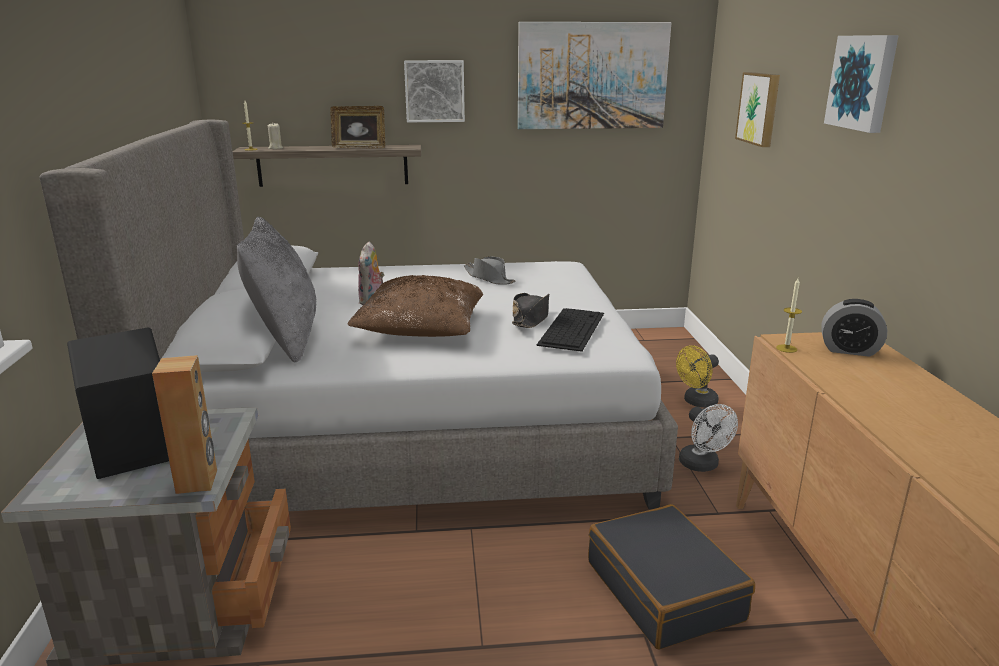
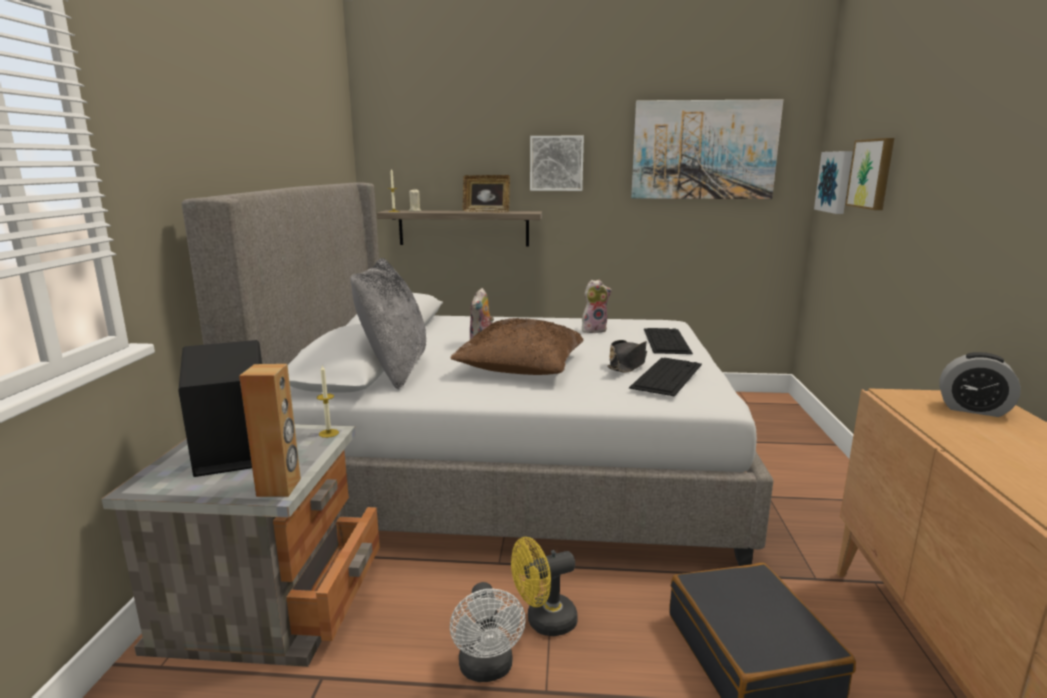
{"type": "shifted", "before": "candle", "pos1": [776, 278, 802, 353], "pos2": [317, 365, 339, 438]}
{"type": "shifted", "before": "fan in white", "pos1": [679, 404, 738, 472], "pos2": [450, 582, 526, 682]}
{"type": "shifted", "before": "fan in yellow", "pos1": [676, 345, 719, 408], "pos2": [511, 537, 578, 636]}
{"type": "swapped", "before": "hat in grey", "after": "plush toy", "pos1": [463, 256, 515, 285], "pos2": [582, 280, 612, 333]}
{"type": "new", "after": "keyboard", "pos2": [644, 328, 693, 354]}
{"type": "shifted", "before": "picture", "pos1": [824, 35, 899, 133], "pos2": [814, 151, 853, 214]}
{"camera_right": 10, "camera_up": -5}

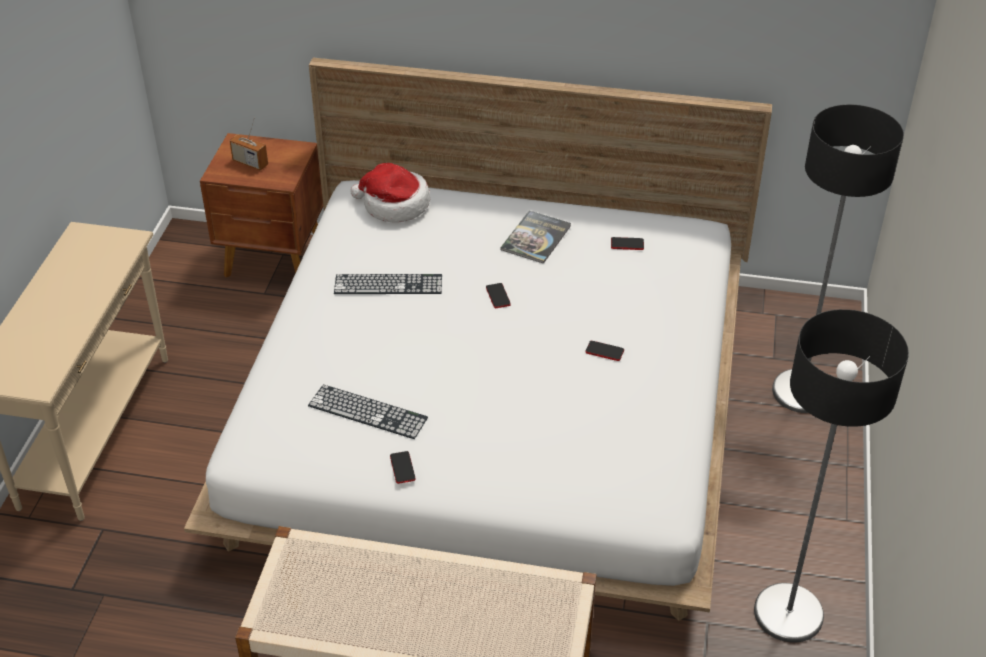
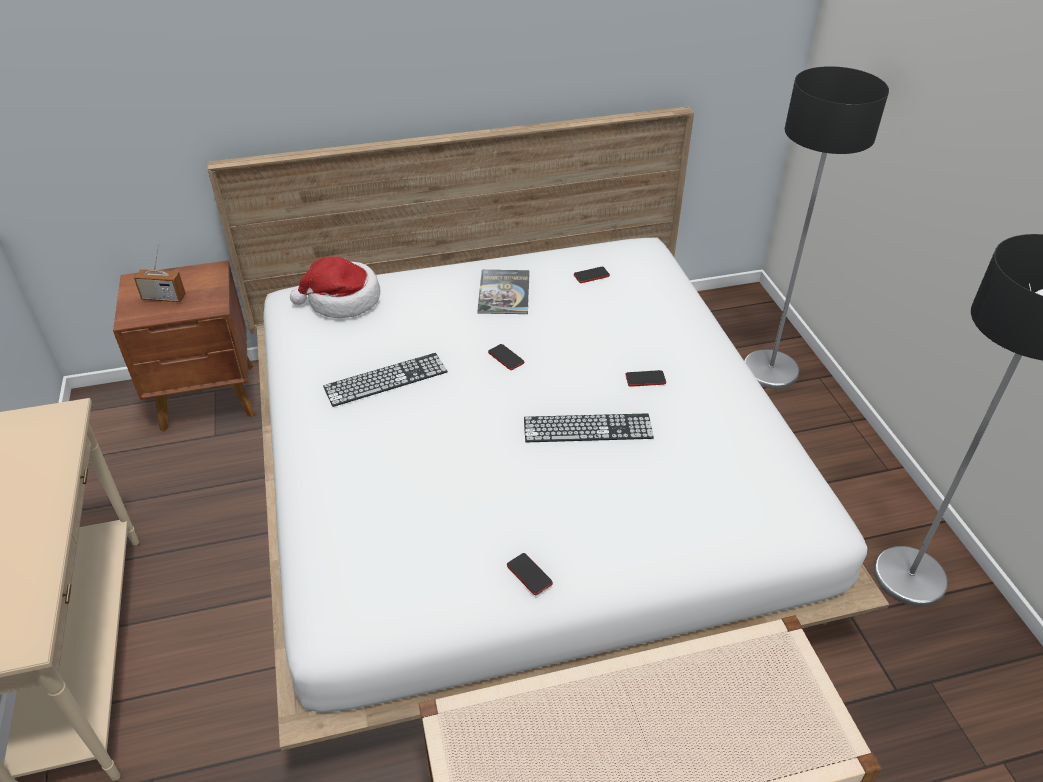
{"type": "shifted", "before": "keyboard", "pos1": [308, 385, 428, 439], "pos2": [524, 414, 654, 442]}
{"camera_right": -25, "camera_up": 0}

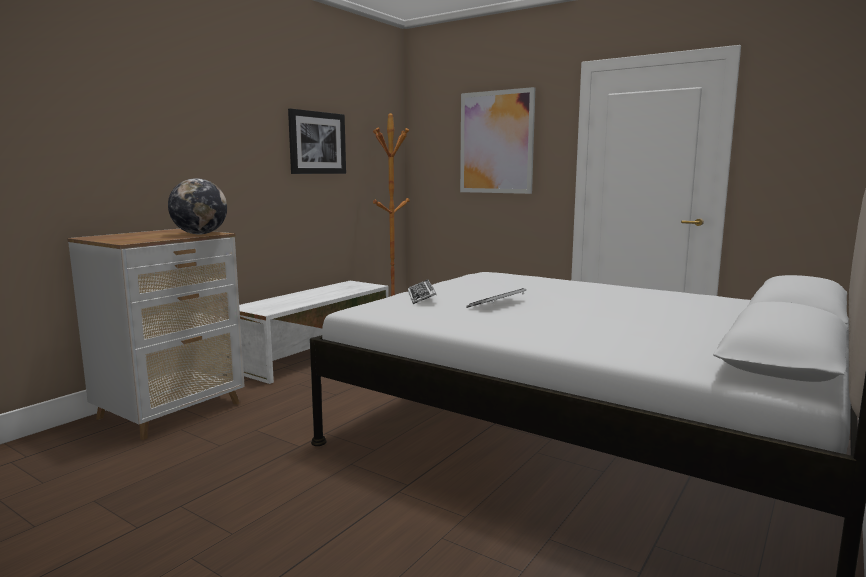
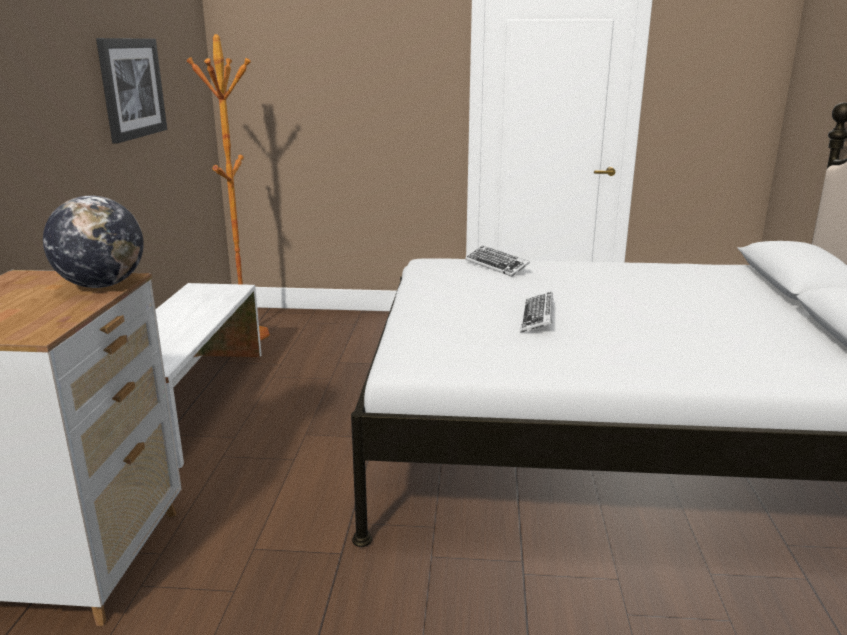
{"type": "shifted", "before": "keyboard", "pos1": [408, 279, 437, 304], "pos2": [465, 246, 530, 277]}
{"type": "gone", "before": "picture", "pos1": [460, 87, 535, 194]}
{"camera_right": -30, "camera_up": 10}

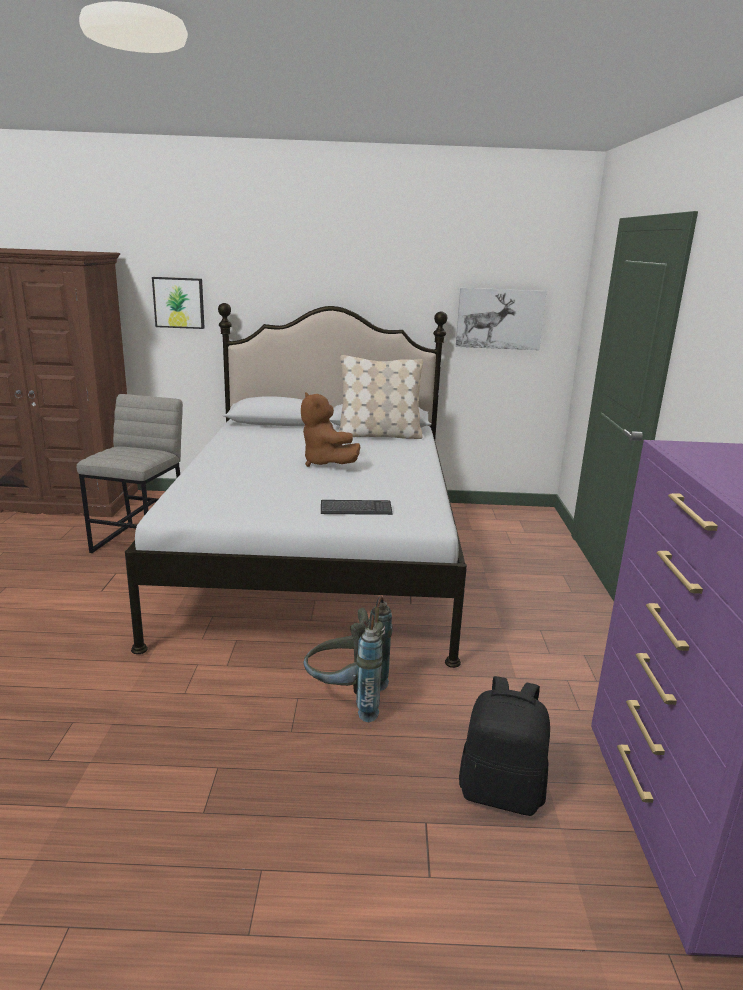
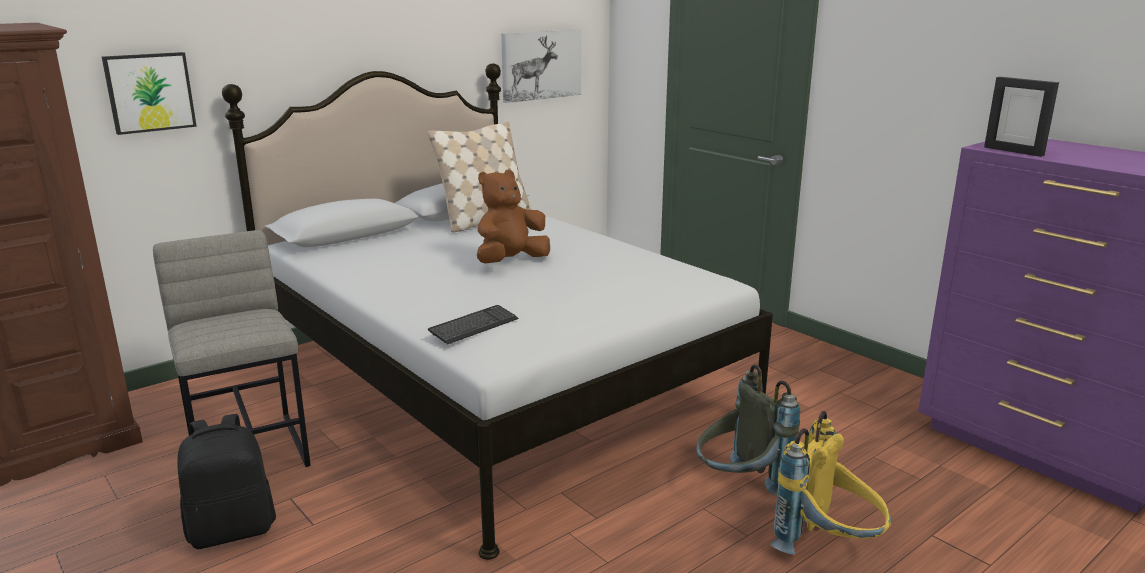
{"type": "shifted", "before": "backpack in black", "pos1": [459, 676, 550, 816], "pos2": [177, 414, 276, 549]}
{"type": "shifted", "before": "keyboard", "pos1": [321, 500, 392, 515], "pos2": [428, 305, 518, 344]}
{"type": "rotated", "before": "plush toy in brown", "pos1": [301, 392, 361, 467], "pos2": [477, 170, 550, 263], "turn": 120}
{"type": "new", "after": "backpack in yellow", "pos2": [770, 411, 891, 554]}
{"type": "new", "after": "picture frame", "pos2": [984, 77, 1059, 157]}
{"camera_right": -40, "camera_up": 0}

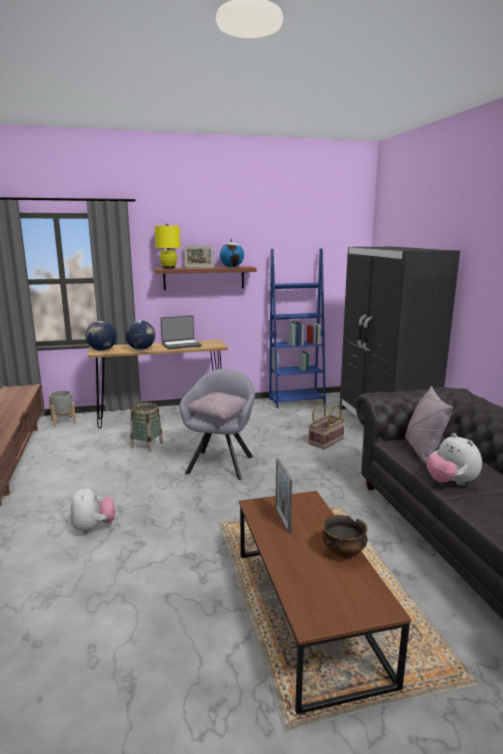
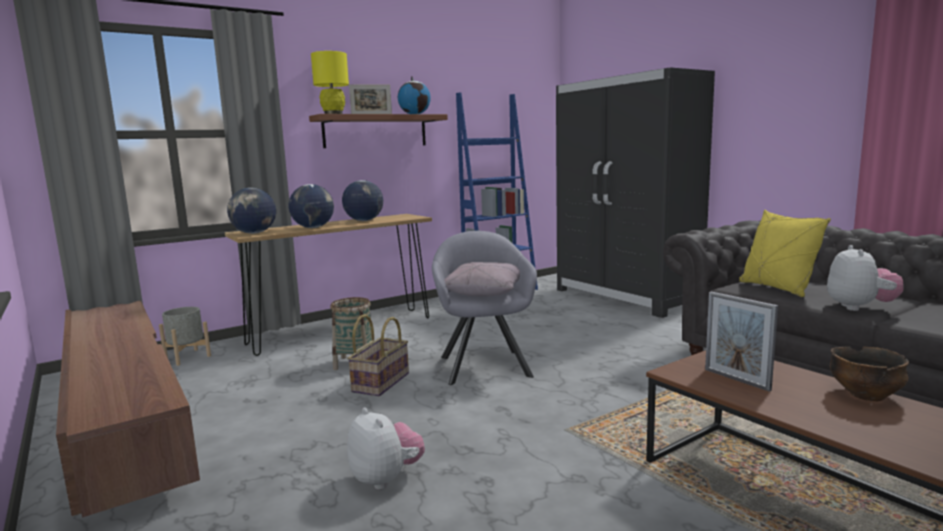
{"type": "swapped", "before": "laptop", "after": "globe", "pos1": [160, 315, 202, 350], "pos2": [342, 180, 383, 221]}
{"type": "shifted", "before": "basket", "pos1": [309, 400, 345, 449], "pos2": [347, 314, 409, 396]}
{"type": "repainted", "before": "pillow in purple", "after": "pillow in yellow", "pos1": [405, 386, 453, 464], "pos2": [739, 210, 831, 297]}
{"type": "rotated", "before": "plush toy", "pos1": [426, 433, 482, 486], "pos2": [827, 245, 904, 311], "turn": -120}
{"camera_right": -20, "camera_up": -5}

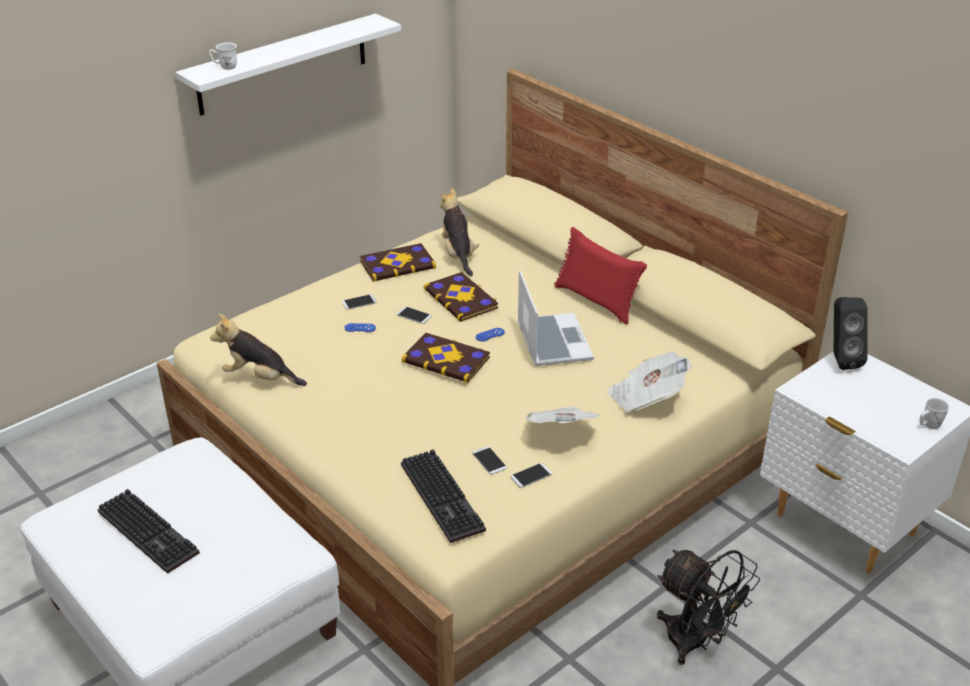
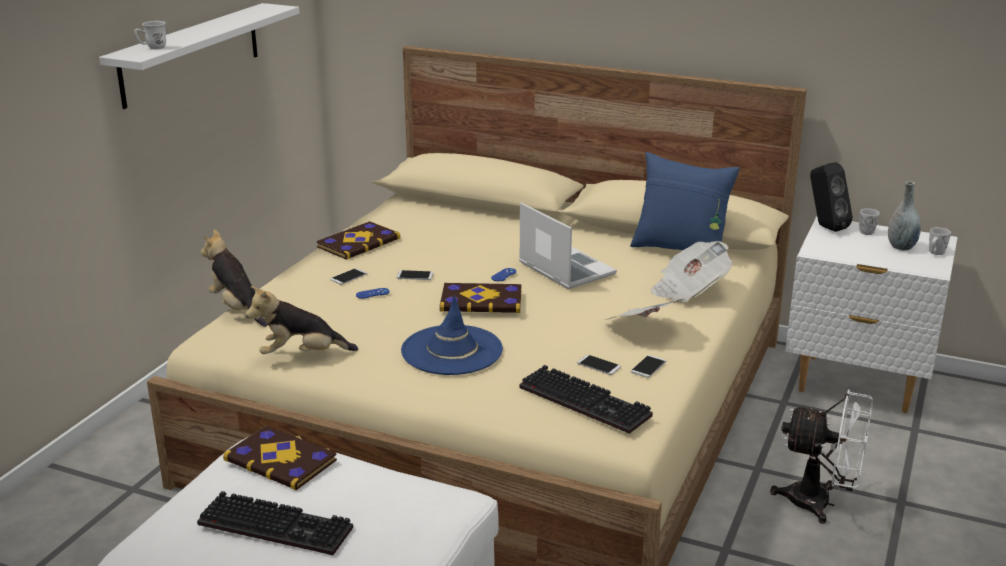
{"type": "shifted", "before": "plush toy", "pos1": [440, 188, 479, 276], "pos2": [201, 229, 268, 327]}
{"type": "shifted", "before": "book", "pos1": [424, 272, 498, 322], "pos2": [223, 426, 337, 490]}
{"type": "new", "after": "hat in blue", "pos2": [401, 295, 503, 375]}
{"type": "new", "after": "pillow in blue", "pos2": [630, 152, 739, 250]}
{"type": "repainted", "before": "fan in black", "after": "fan in white", "pos1": [657, 550, 760, 665], "pos2": [770, 390, 873, 524]}
{"type": "new", "after": "mug in white", "pos2": [859, 208, 880, 235]}
{"type": "new", "after": "vase in grey", "pos2": [888, 181, 921, 251]}
{"type": "gone", "before": "pillow in red", "pos1": [554, 227, 647, 324]}
{"camera_right": -25, "camera_up": -10}

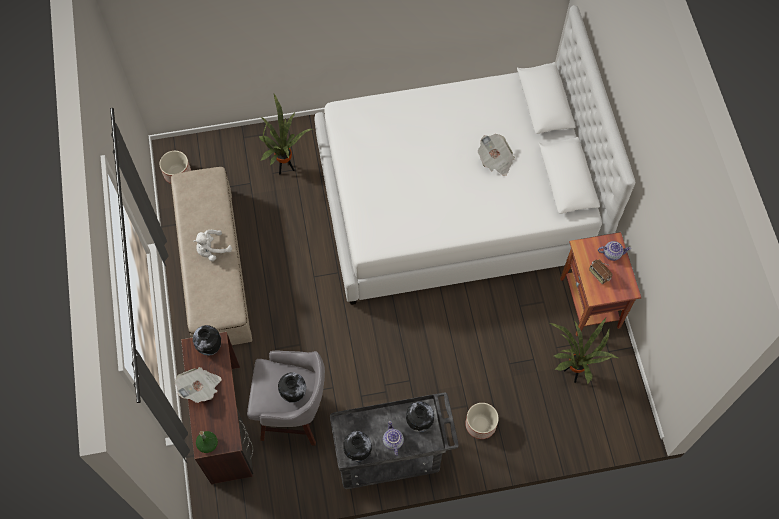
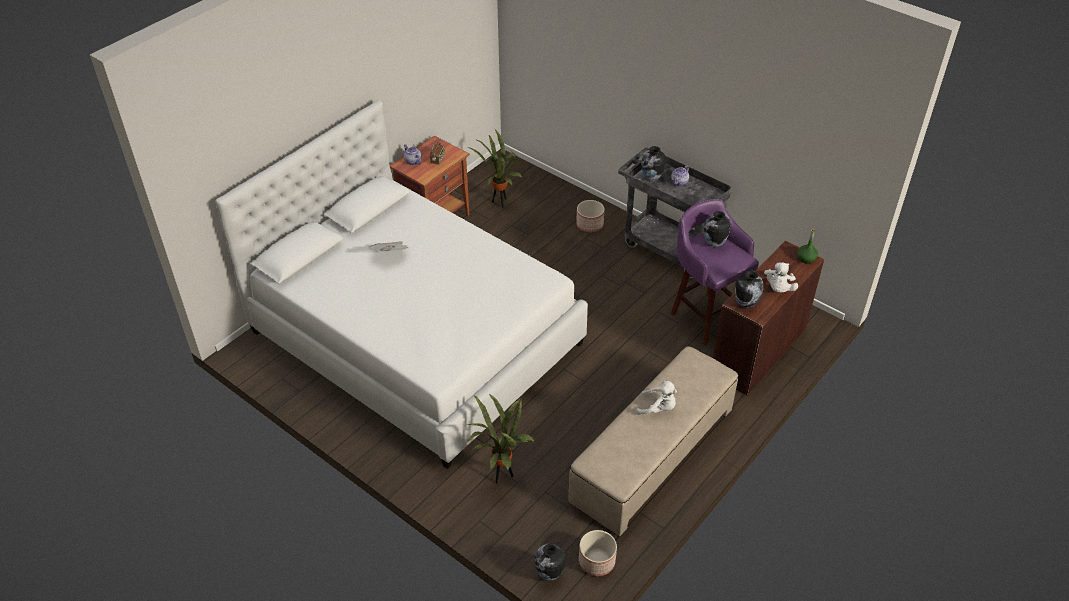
{"type": "shifted", "before": "vase", "pos1": [343, 431, 372, 462], "pos2": [535, 543, 565, 581]}
{"type": "repainted", "before": "stool in grey", "after": "stool in purple", "pos1": [247, 350, 325, 446], "pos2": [671, 199, 759, 345]}
{"type": "swapped", "before": "newspaper", "after": "plush toy in white", "pos1": [175, 367, 222, 403], "pos2": [764, 262, 798, 293]}
{"camera_right": -130, "camera_up": -20}

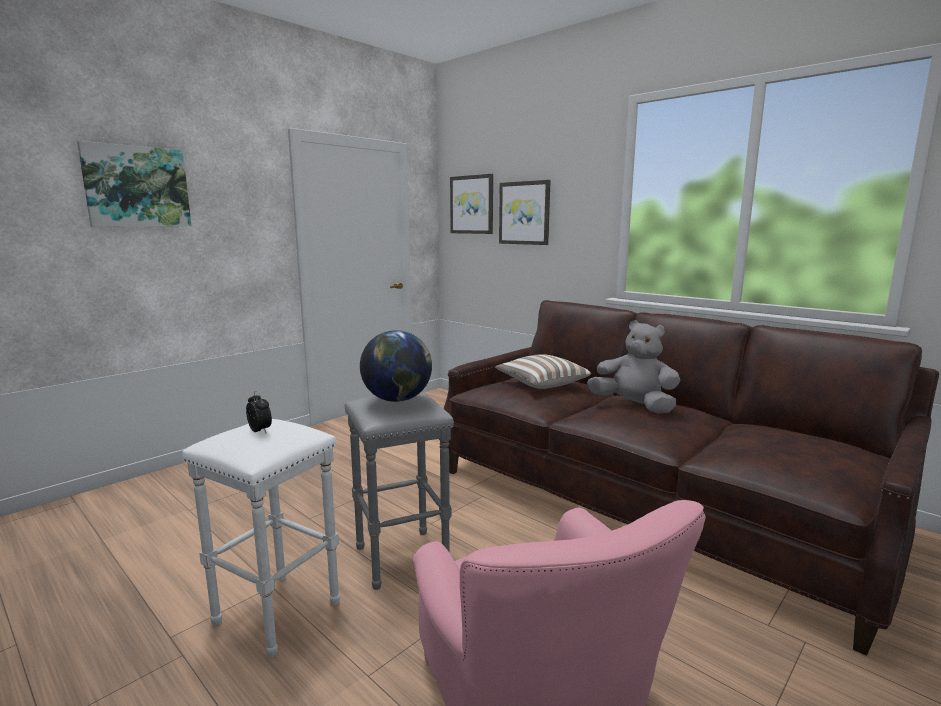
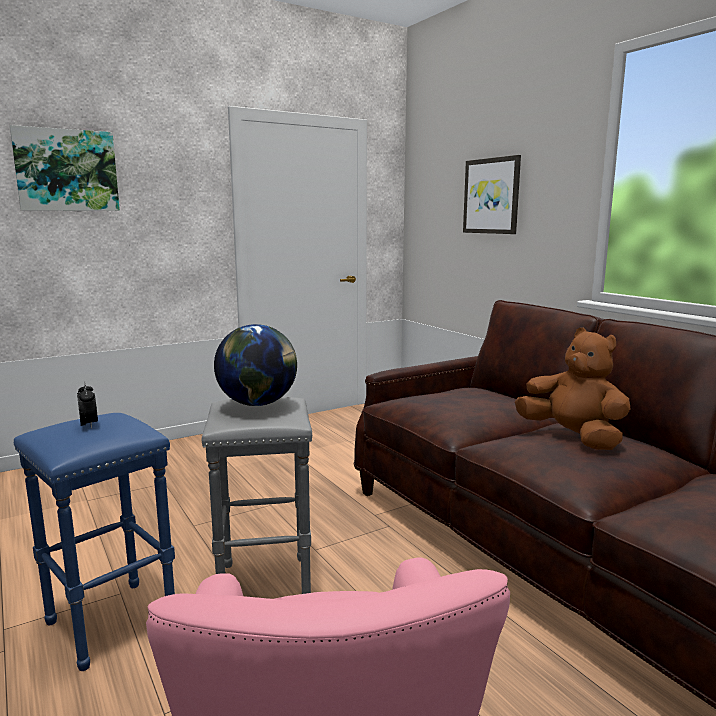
{"type": "repainted", "before": "stool in white", "after": "stool in blue", "pos1": [182, 419, 340, 658], "pos2": [14, 413, 175, 671]}
{"type": "repainted", "before": "plush toy in grey", "after": "plush toy in brown", "pos1": [587, 320, 681, 413], "pos2": [515, 328, 631, 450]}
{"type": "gone", "before": "picture", "pos1": [450, 174, 493, 234]}
{"type": "gone", "before": "pillow", "pos1": [495, 354, 591, 389]}
{"camera_right": 15, "camera_up": 0}

